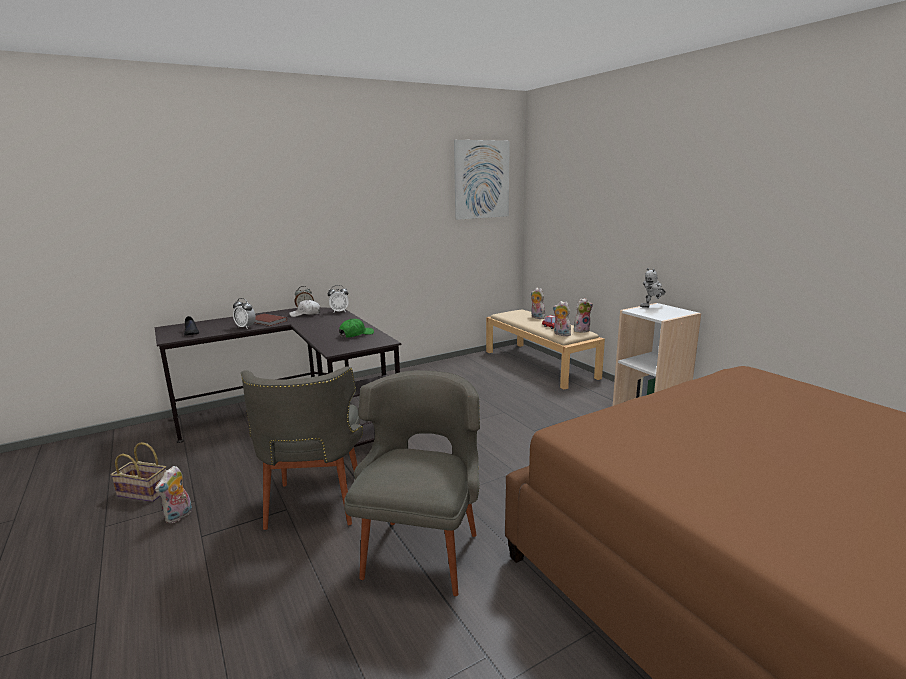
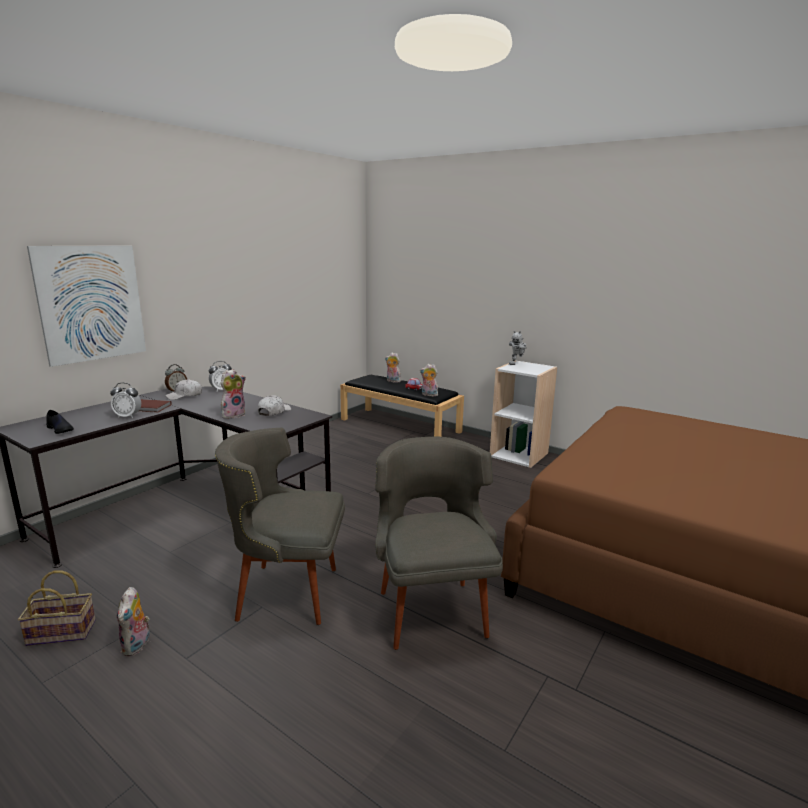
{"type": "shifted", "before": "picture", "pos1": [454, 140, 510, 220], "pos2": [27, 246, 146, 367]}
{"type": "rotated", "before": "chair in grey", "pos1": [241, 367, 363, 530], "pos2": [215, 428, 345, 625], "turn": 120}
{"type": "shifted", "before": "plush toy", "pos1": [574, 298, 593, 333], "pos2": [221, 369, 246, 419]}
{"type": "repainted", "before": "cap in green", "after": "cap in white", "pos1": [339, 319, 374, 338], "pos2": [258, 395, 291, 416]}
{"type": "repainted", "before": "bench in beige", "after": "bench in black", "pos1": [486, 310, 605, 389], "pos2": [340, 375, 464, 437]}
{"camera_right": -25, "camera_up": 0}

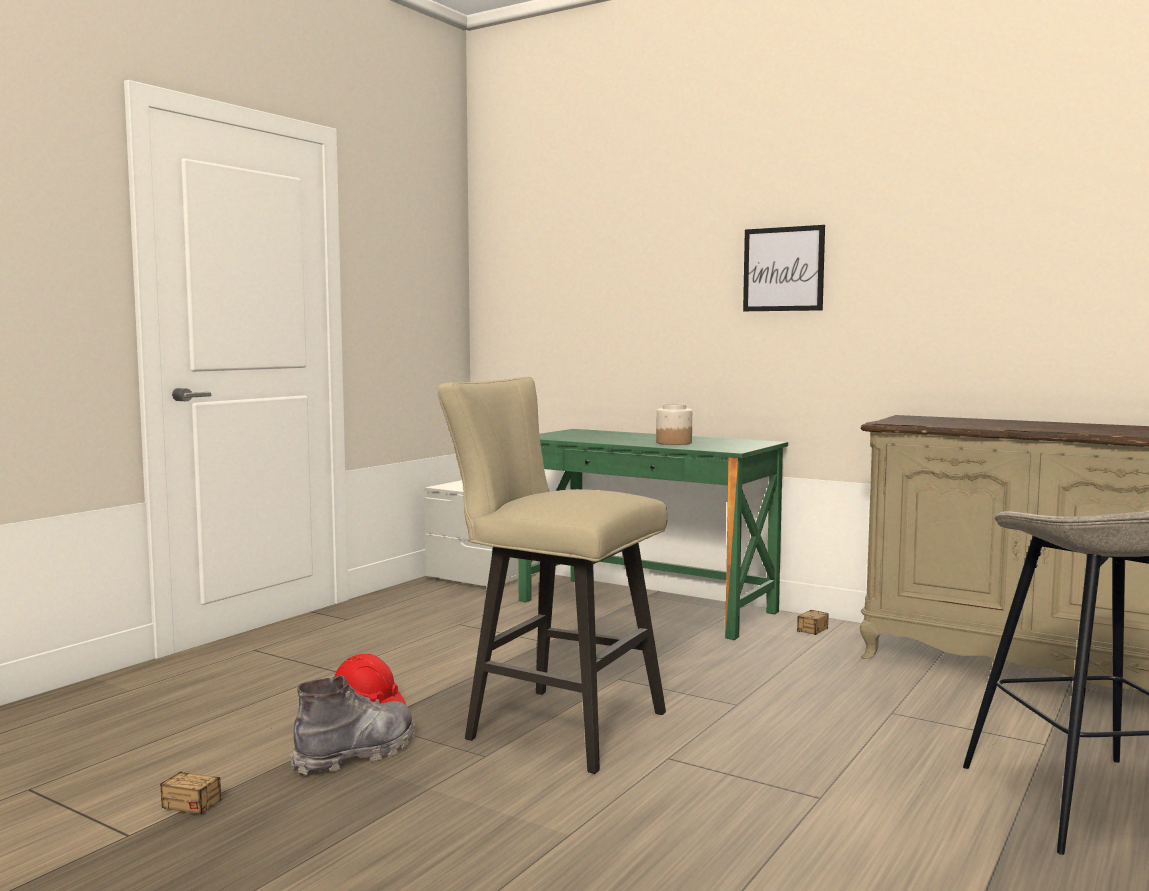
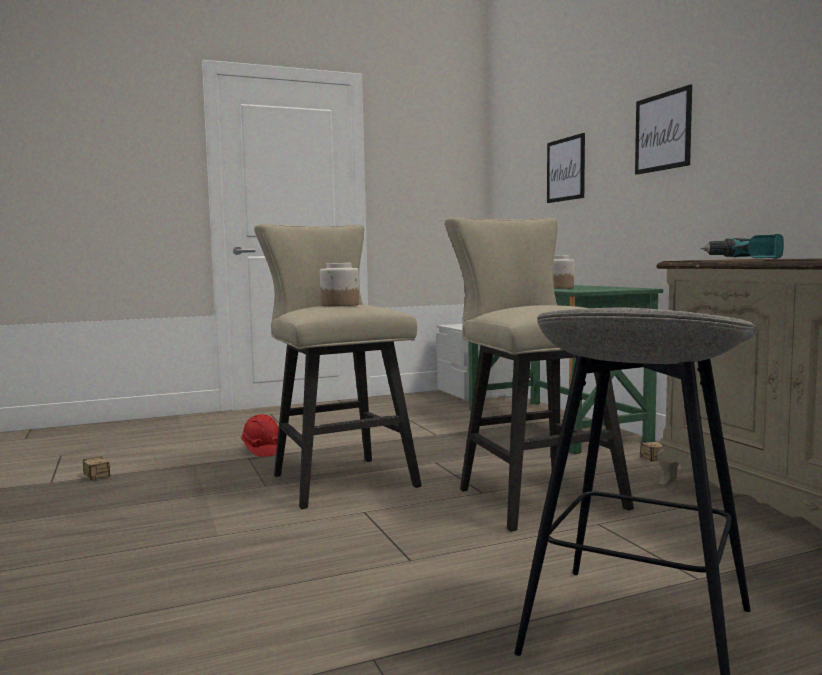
{"type": "new", "after": "jar", "pos2": [320, 263, 359, 306]}
{"type": "new", "after": "stool in beige", "pos2": [445, 217, 634, 532]}
{"type": "new", "after": "picture", "pos2": [547, 133, 585, 203]}
{"type": "new", "after": "power drill", "pos2": [701, 234, 784, 259]}
{"type": "gone", "before": "boot in grey", "pos1": [290, 675, 415, 775]}
{"camera_right": 35, "camera_up": 0}

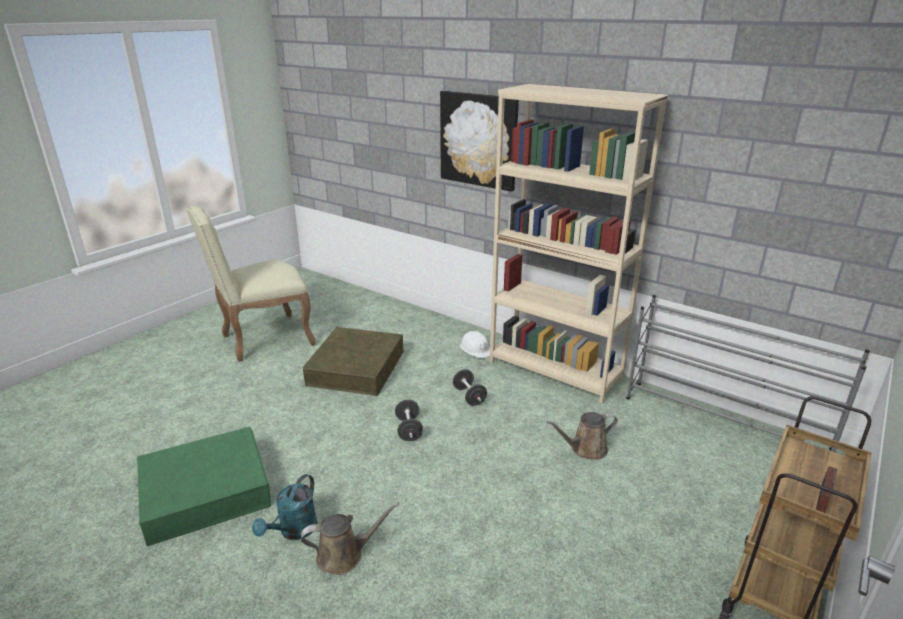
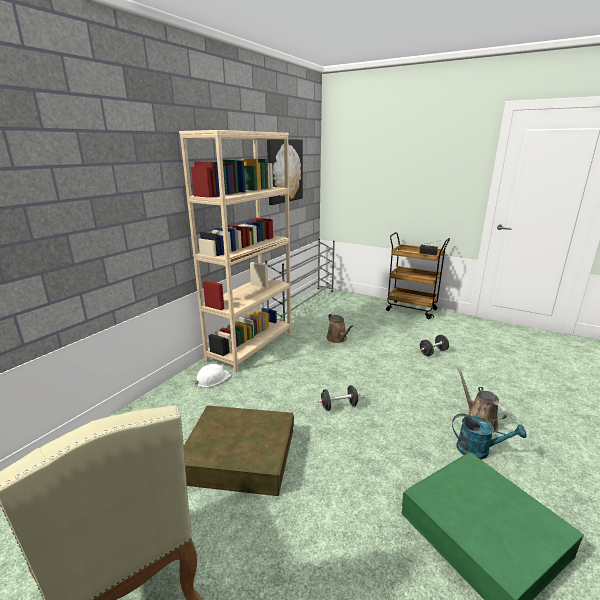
{"type": "shifted", "before": "picture", "pos1": [440, 91, 519, 192], "pos2": [267, 139, 303, 205]}
{"type": "shifted", "before": "dumbbell in black", "pos1": [453, 369, 487, 406], "pos2": [420, 335, 449, 356]}
{"camera_right": -95, "camera_up": -5}

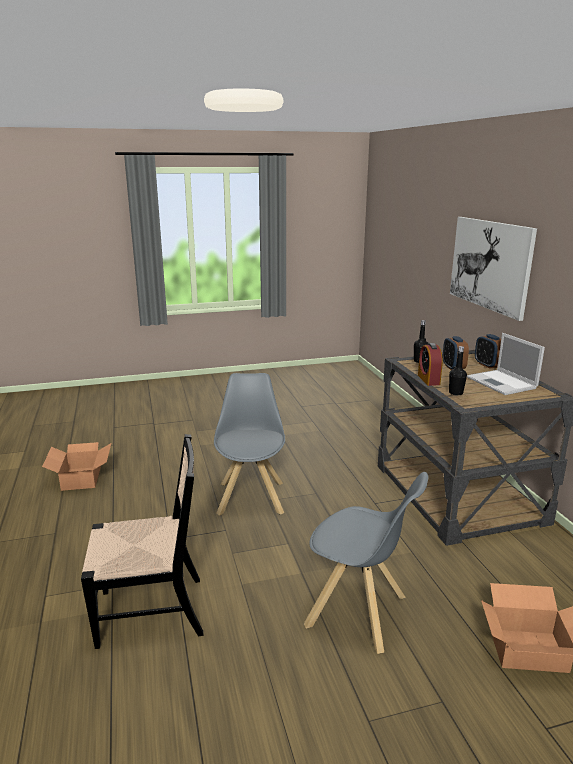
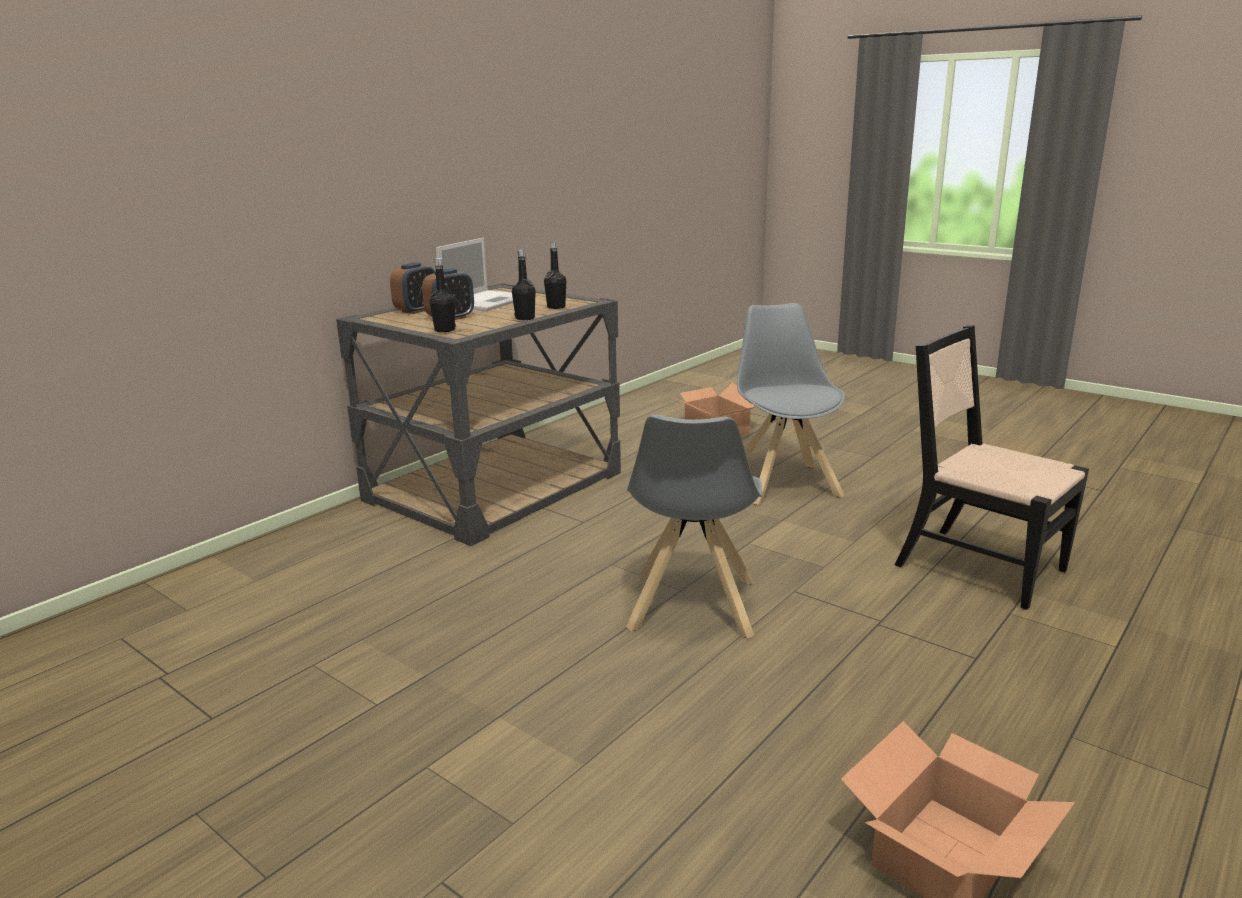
{"type": "swapped", "before": "alarm clock", "after": "bottle in black", "pos1": [418, 343, 443, 386], "pos2": [512, 250, 536, 320]}
{"type": "rotated", "before": "chair in grey", "pos1": [214, 373, 285, 516], "pos2": [626, 415, 762, 639], "turn": -45}
{"type": "gone", "before": "picture", "pos1": [450, 217, 537, 321]}
{"camera_right": -125, "camera_up": 0}

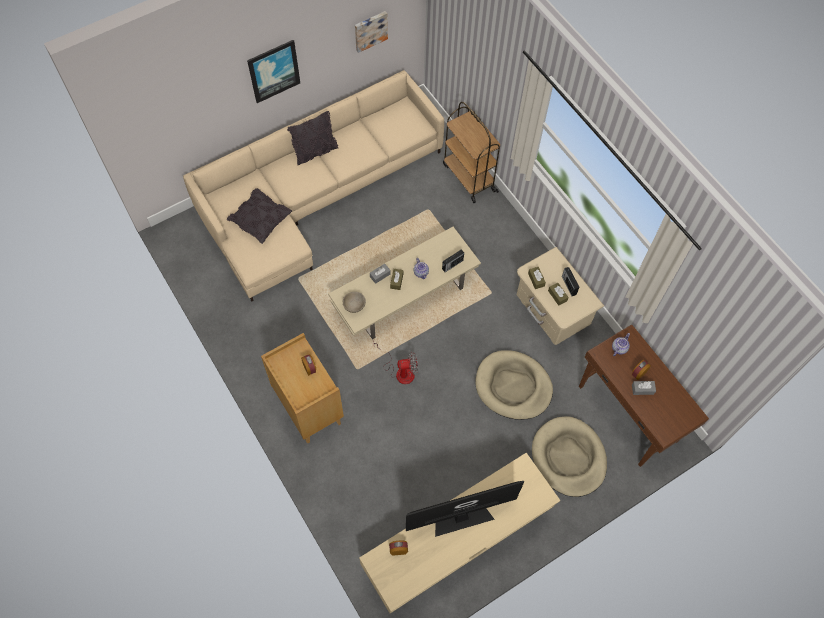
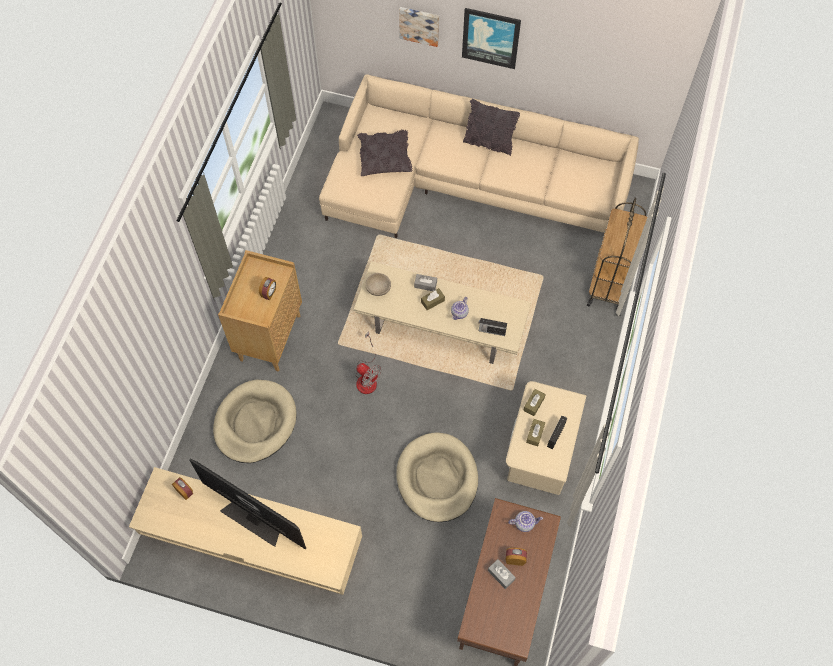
{"type": "shifted", "before": "dog bed in beige", "pos1": [532, 417, 607, 497], "pos2": [213, 380, 297, 463]}
{"type": "shifted", "before": "picture", "pos1": [355, 11, 388, 53], "pos2": [399, 7, 439, 47]}
{"camera_right": 50, "camera_up": 0}

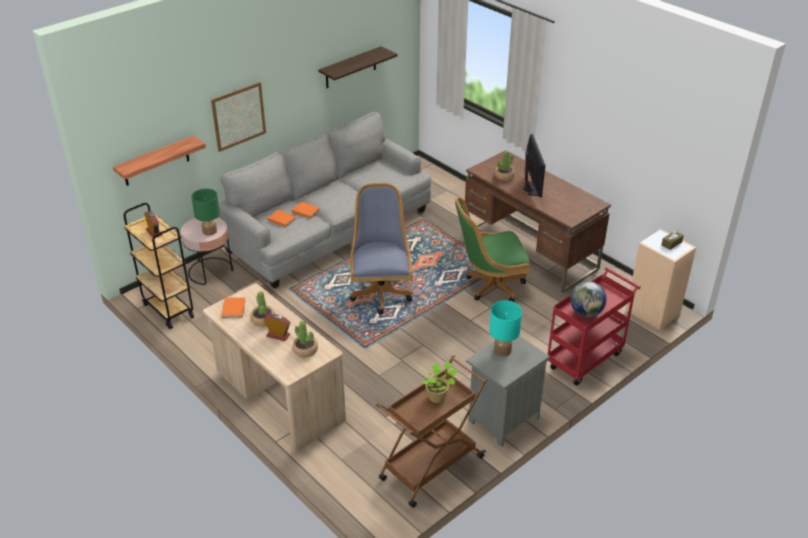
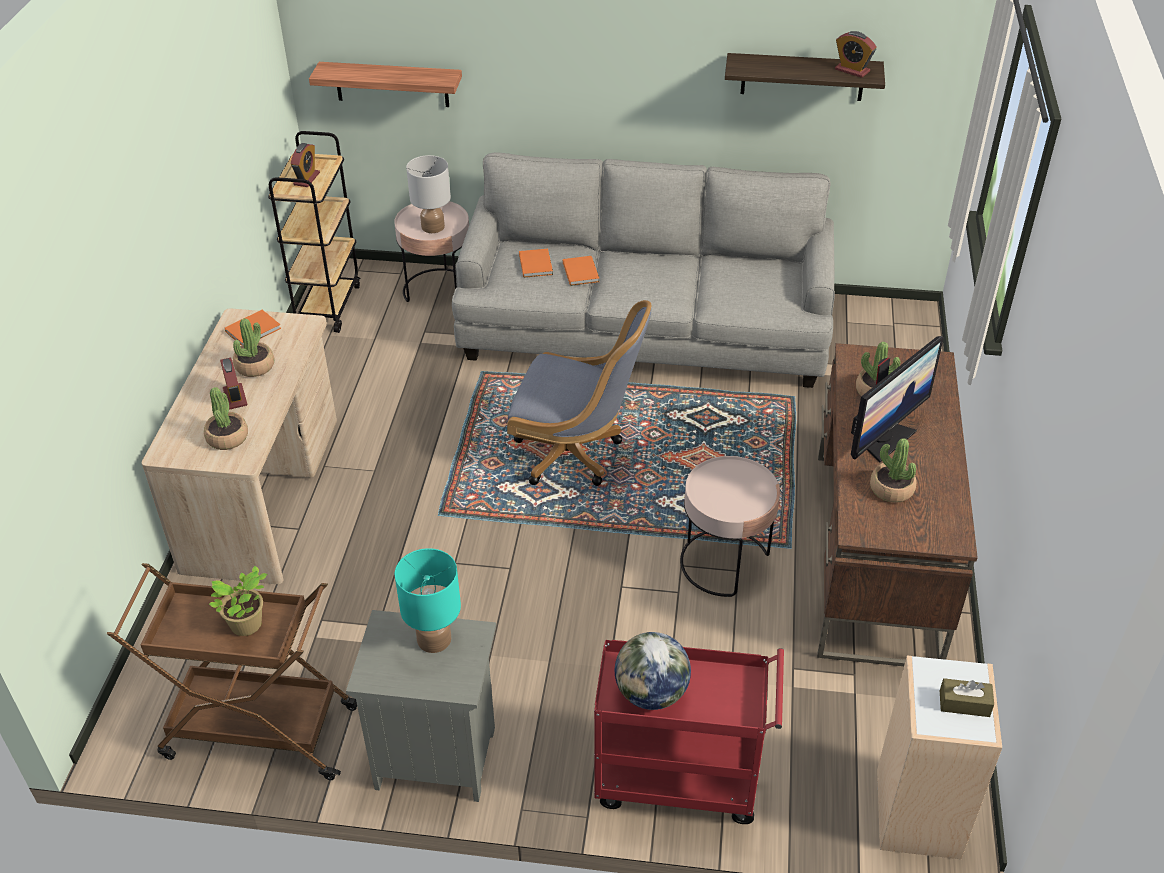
{"type": "repainted", "before": "table lamp in green", "after": "table lamp in grey", "pos1": [191, 189, 220, 235], "pos2": [406, 155, 451, 233]}
{"type": "rotated", "before": "office chair in blue", "pos1": [350, 183, 413, 314], "pos2": [507, 300, 651, 486], "turn": 60}
{"type": "swapped", "before": "office chair in green", "after": "side table in pink", "pos1": [455, 197, 530, 302], "pos2": [680, 456, 780, 597]}
{"type": "new", "after": "alarm clock", "pos2": [835, 31, 877, 78]}
{"type": "new", "after": "potted plant", "pos2": [870, 438, 917, 503]}
{"type": "gone", "before": "picture", "pos1": [211, 82, 266, 152]}
{"camera_right": 50, "camera_up": 5}

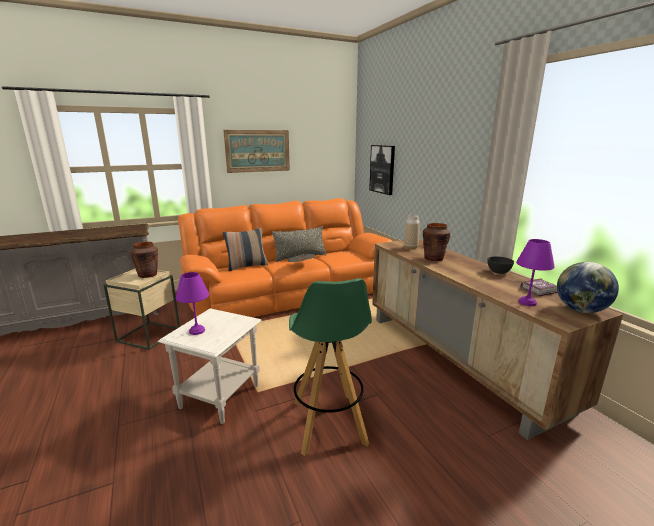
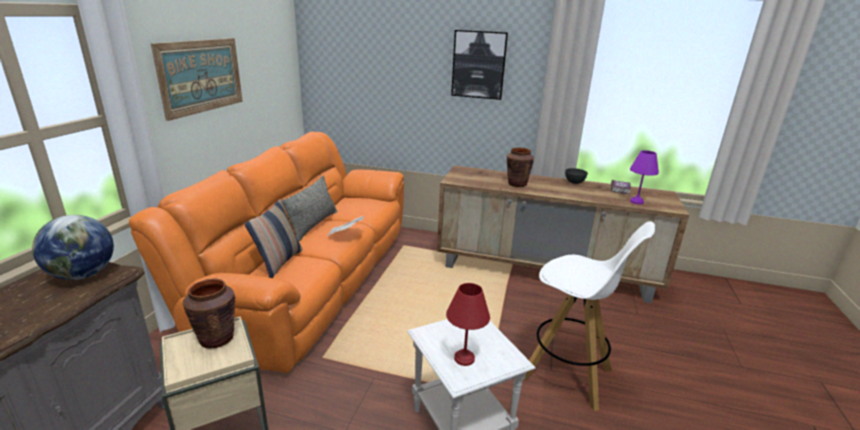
{"type": "shifted", "before": "globe", "pos1": [557, 262, 619, 313], "pos2": [32, 215, 114, 280]}
{"type": "repainted", "before": "table lamp in purple", "after": "table lamp in red", "pos1": [176, 272, 209, 335], "pos2": [446, 283, 490, 366]}
{"type": "shifted", "before": "picture", "pos1": [369, 145, 395, 195], "pos2": [451, 30, 508, 100]}
{"type": "repainted", "before": "stool in green", "after": "stool in white", "pos1": [289, 278, 372, 456], "pos2": [523, 221, 655, 411]}
{"type": "gone", "before": "vase", "pos1": [404, 215, 420, 249]}
{"camera_right": -50, "camera_up": 5}

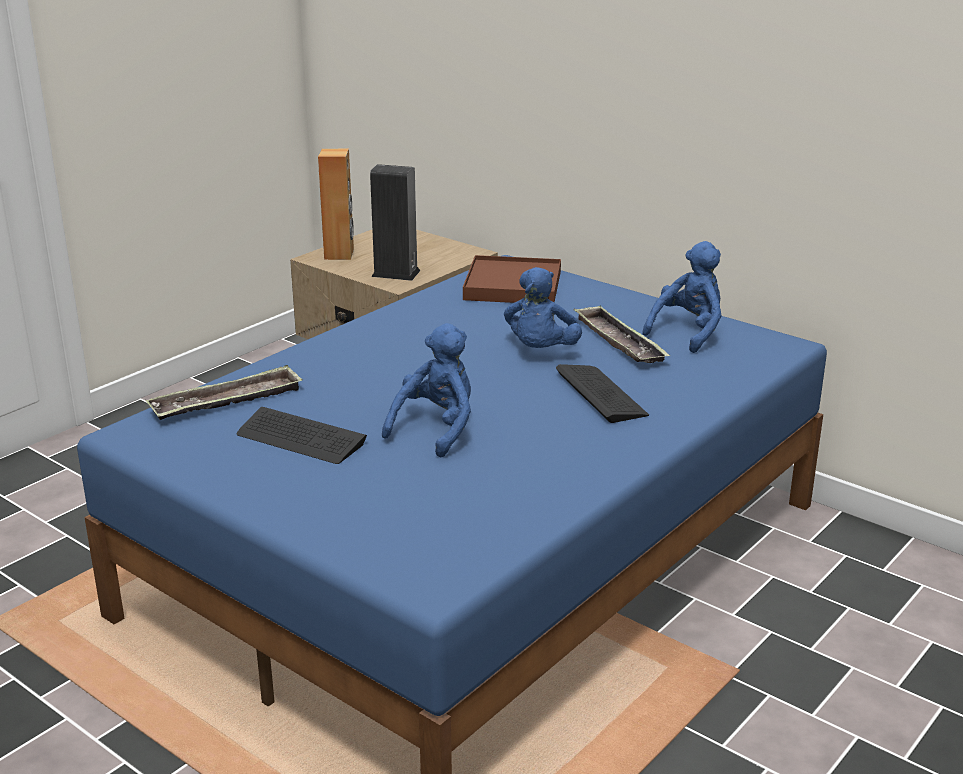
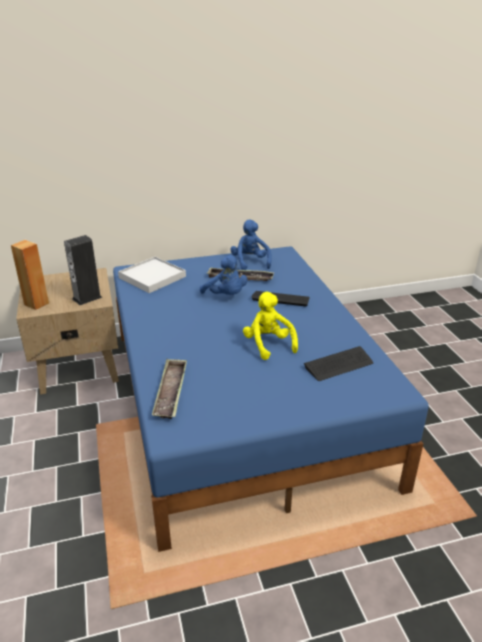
{"type": "repainted", "before": "tray in brown", "after": "tray in white", "pos1": [463, 255, 561, 303], "pos2": [118, 257, 186, 293]}
{"type": "repainted", "before": "plush toy in blue", "after": "plush toy in yellow", "pos1": [382, 323, 471, 458], "pos2": [243, 292, 298, 360]}
{"type": "shifted", "before": "keyboard", "pos1": [237, 407, 367, 464], "pos2": [304, 346, 373, 381]}
{"camera_right": -55, "camera_up": 5}

